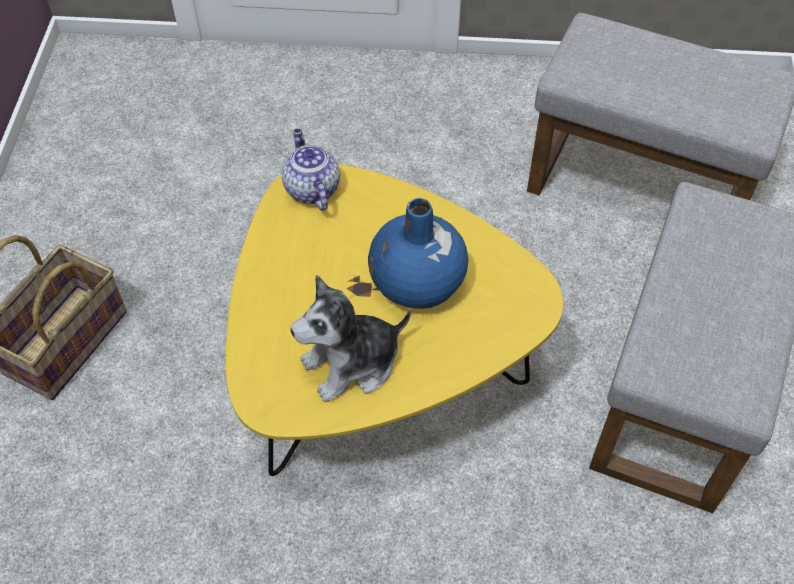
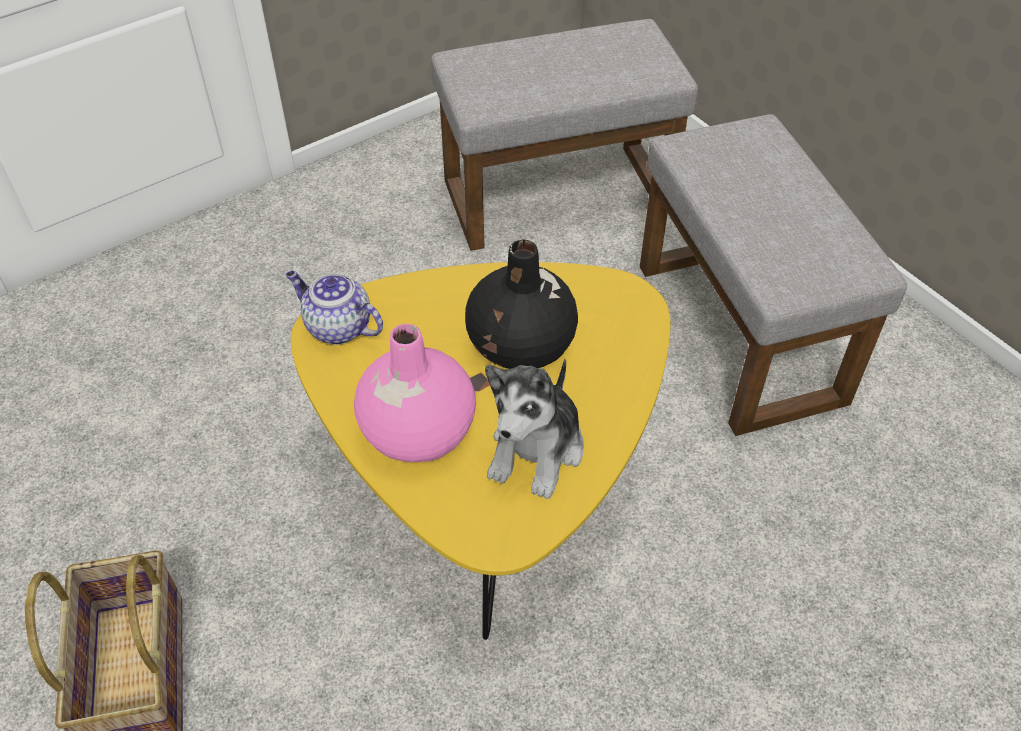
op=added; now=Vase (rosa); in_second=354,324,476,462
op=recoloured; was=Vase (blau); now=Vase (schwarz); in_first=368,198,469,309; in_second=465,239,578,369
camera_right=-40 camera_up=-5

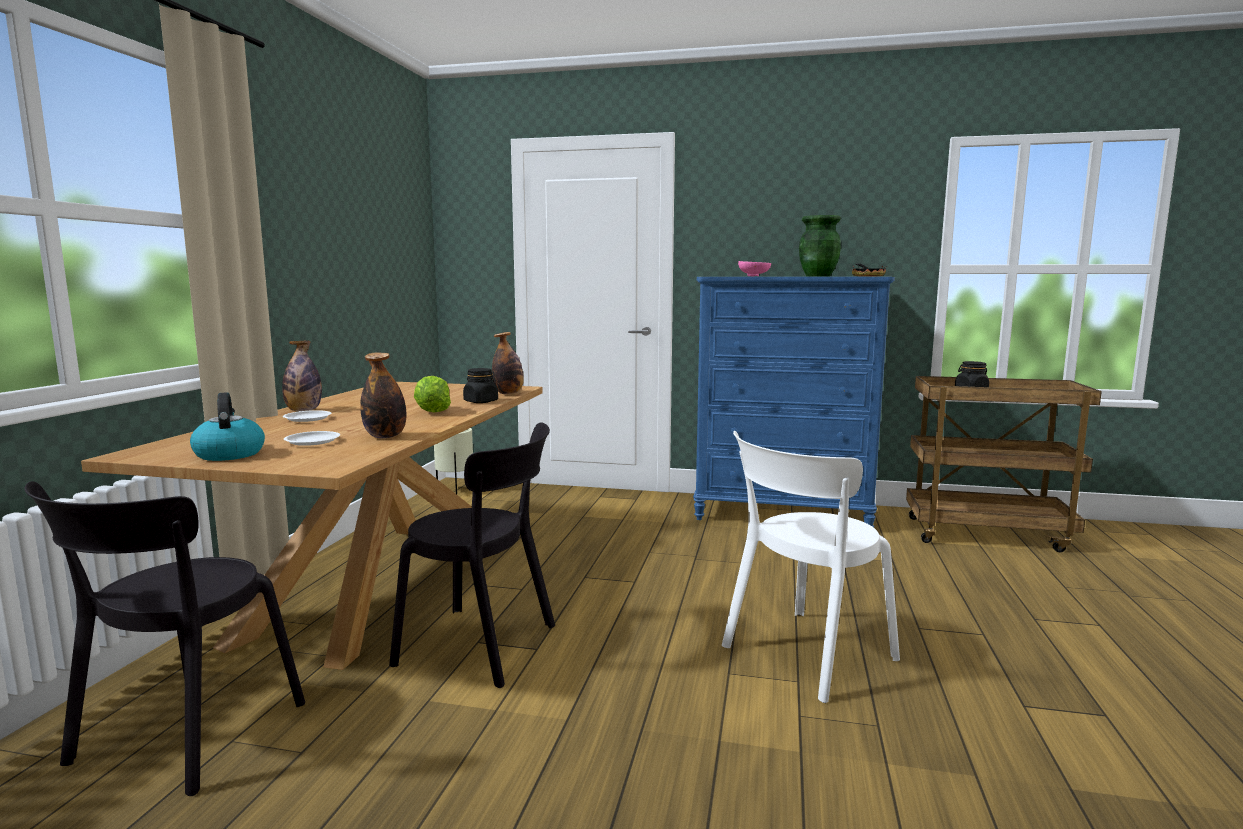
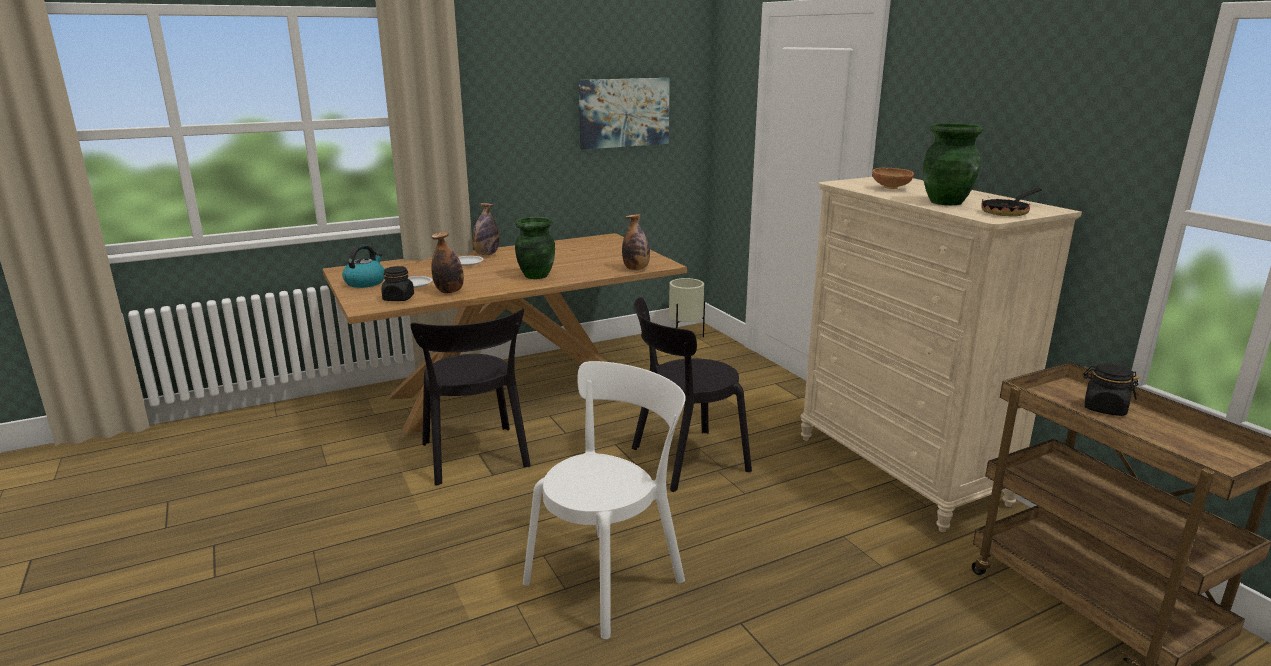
op=added; now=Bild; in_second=579,78,670,150
op=moved; was=Stuhl (schwarz); in_first=24,481,305,796; in_second=632,297,752,492
op=moved; was=Vorratsglas (schwarz); in_first=463,368,498,403; in_second=381,266,414,301
op=replaced; was=Salatkopf; now=Vase (grün); in_first=414,376,451,412; in_second=515,217,555,279
op=recoloured; was=Kommode (blau); now=Kommode (beige); in_first=693,277,895,527; in_second=801,177,1082,532
op=recoloured; was=Schüssel (rosa); now=Schüssel (braun); in_first=738,261,771,276; in_second=872,168,914,189
op=turned; was=Stuhl (weiß); in_first=722,431,900,703; in_second=523,361,686,640; clockwise=120
camera_right=50 camera_up=10

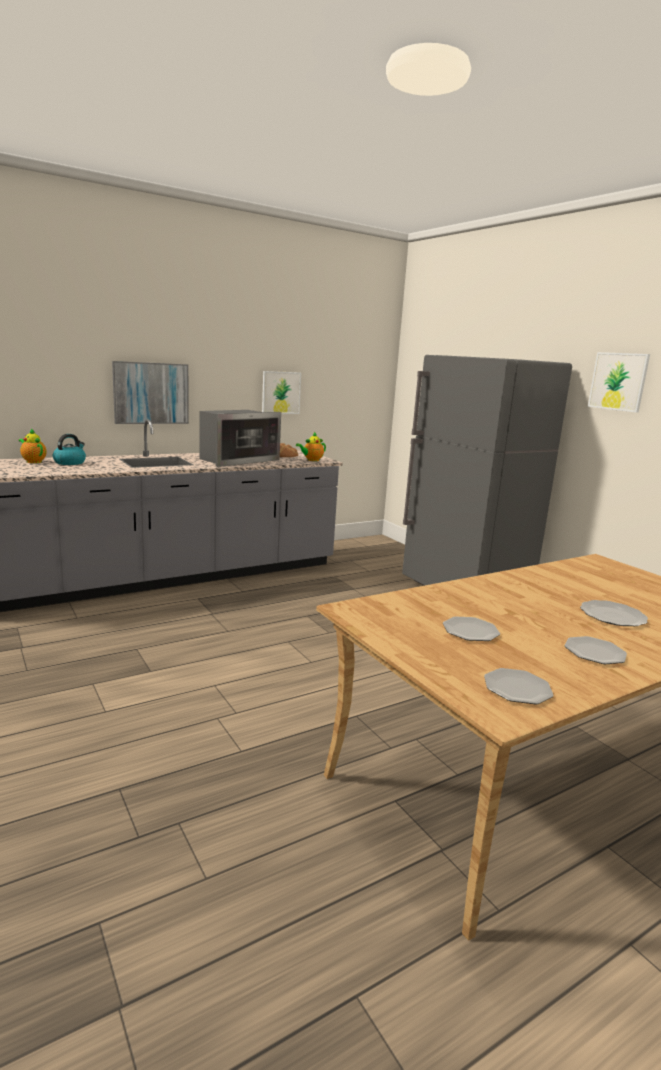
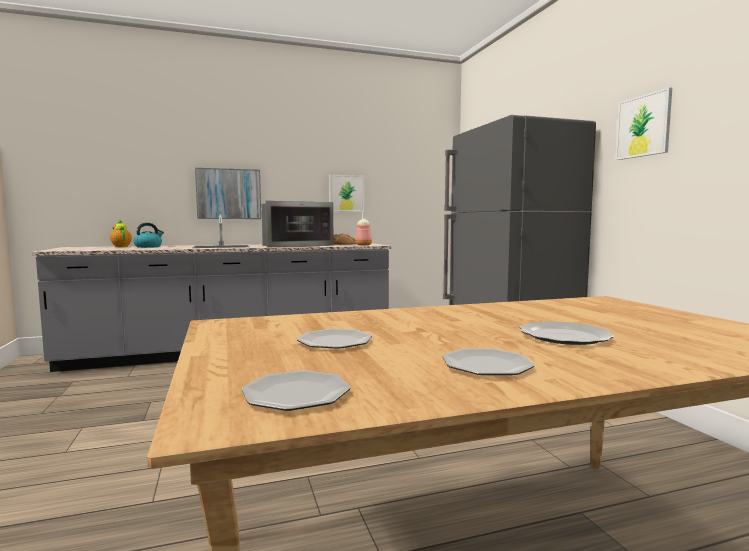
op=replaced; was=Teekanne; now=Flasche; in_first=296,432,326,461; in_second=355,211,372,246
camera_right=15 camera_up=-10

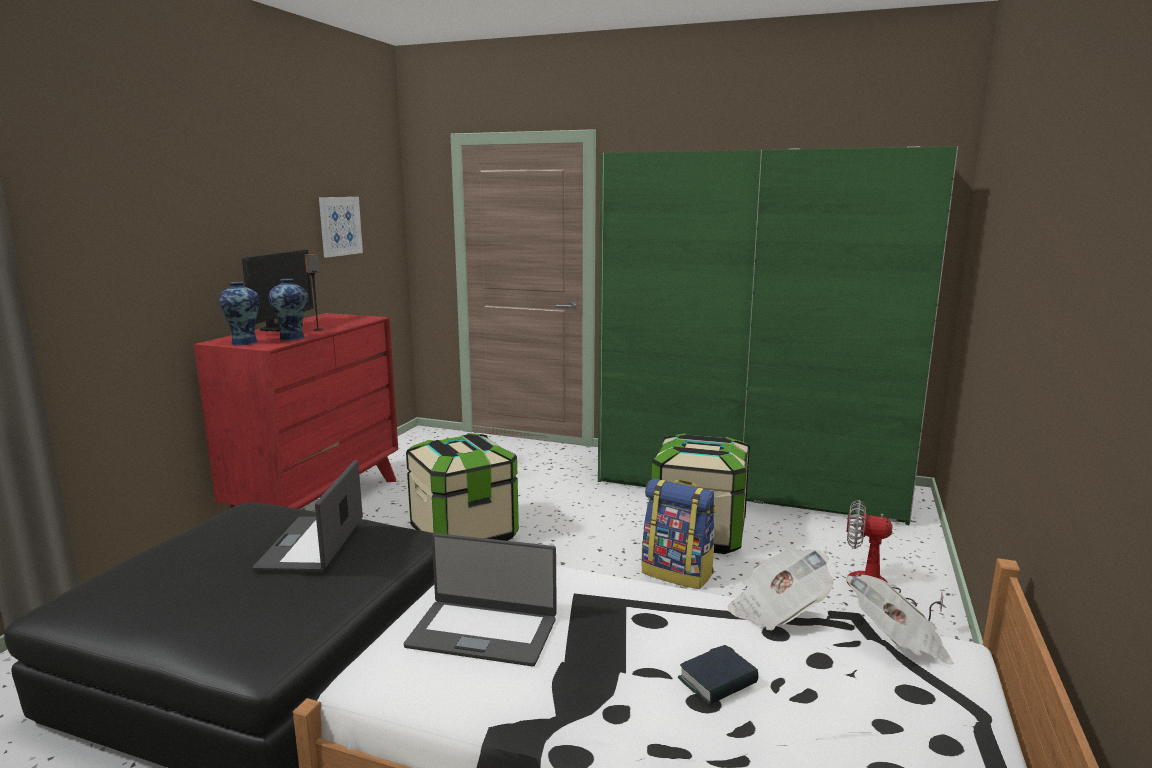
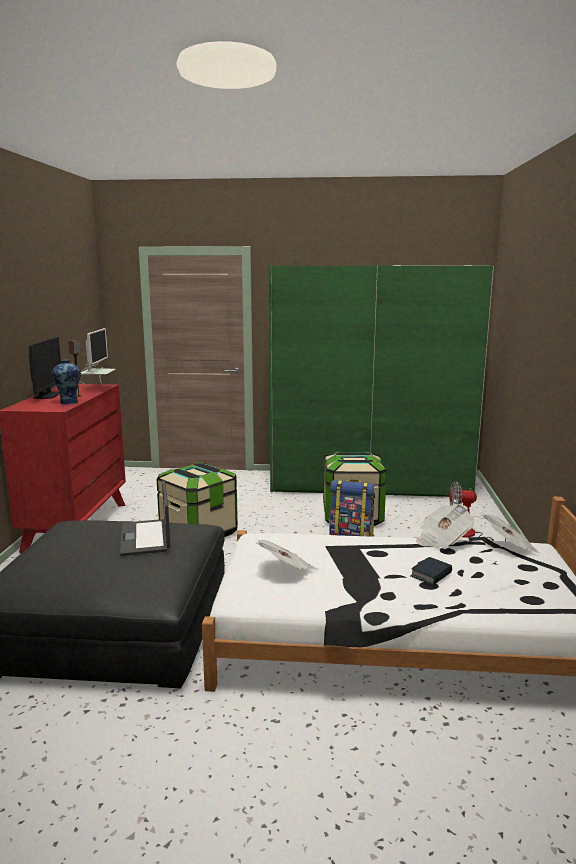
op=removed; was=Vase; in_first=218,282,260,346
op=removed; was=Bild; in_first=319,197,363,257
op=added; now=Monitor; in_second=79,328,115,388
op=replaced; was=Laptop; now=Zeitung; in_first=404,533,557,666; in_second=256,540,318,570
camera_right=-15 camera_up=0

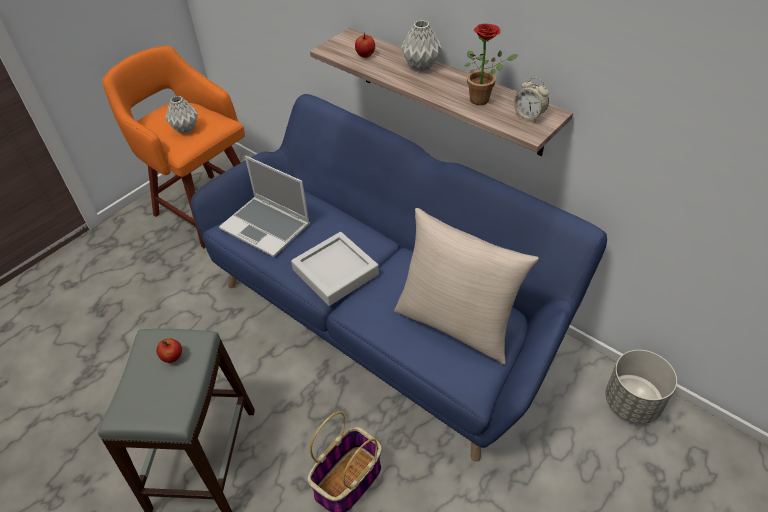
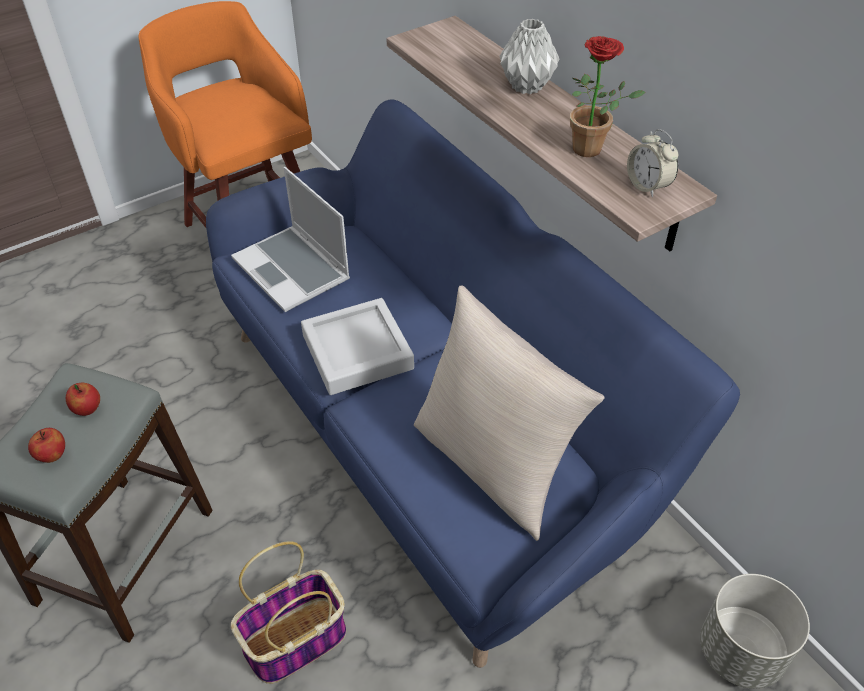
op=removed; was=Vase (grau); in_first=166,96,198,134
op=moved; was=Apfel; in_first=355,33,375,58; in_second=28,428,65,463
camera_right=15 camera_up=0

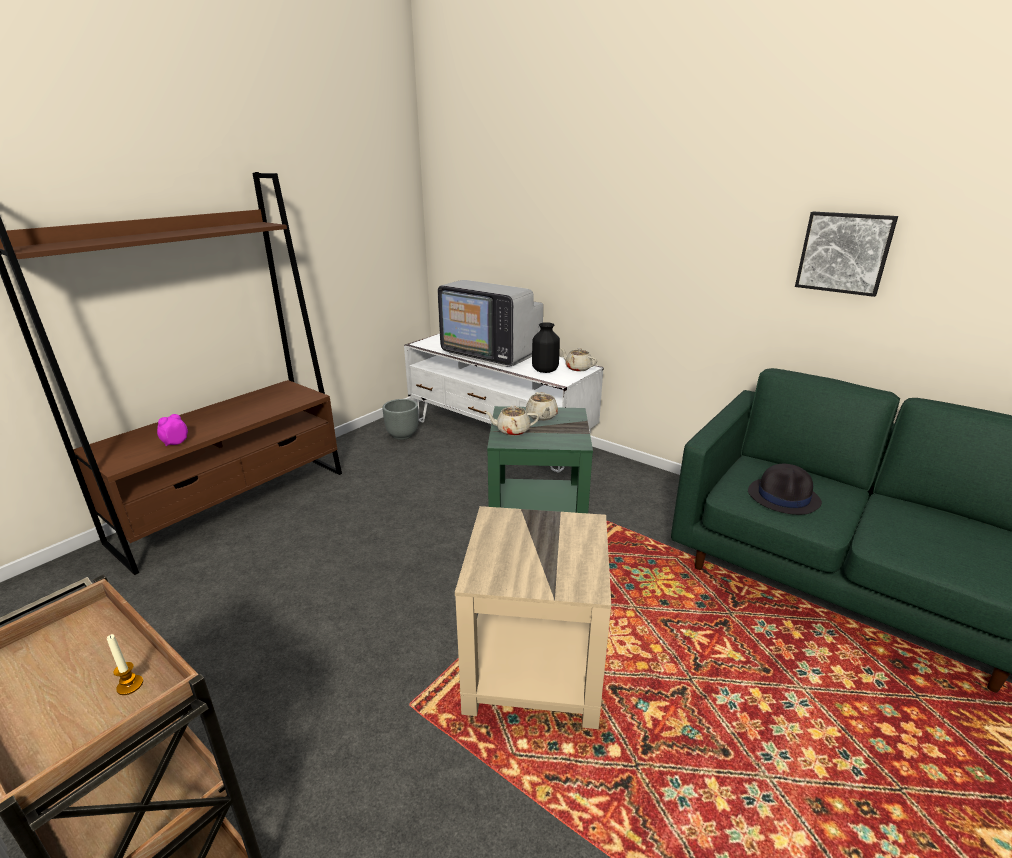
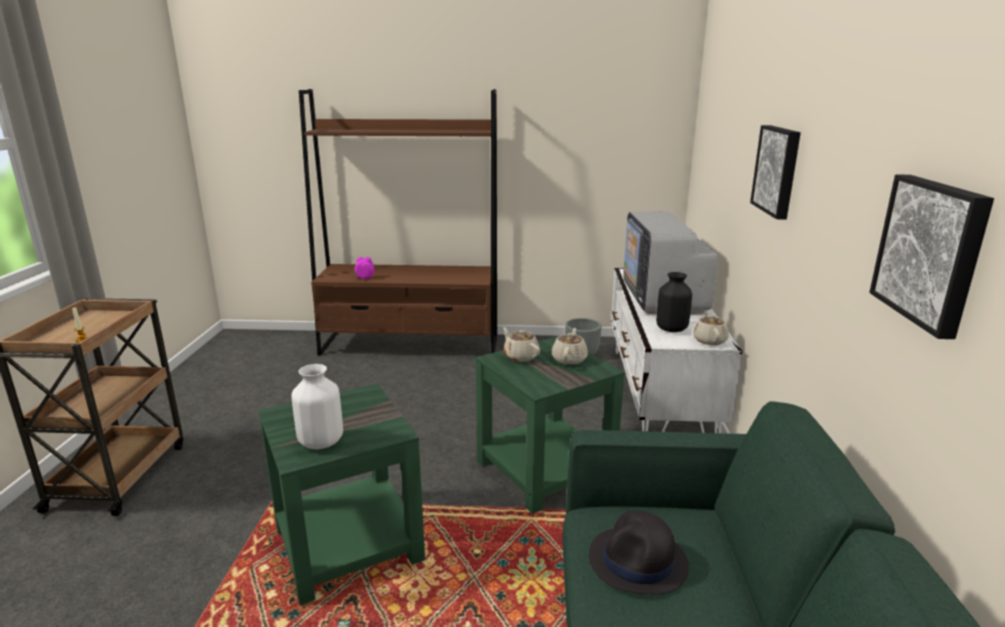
op=added; now=Vase (weiß); in_second=292,364,343,449
op=added; now=Bild; in_second=750,125,801,219
op=recoloured; was=Beistelltisch (beige); now=Beistelltisch (grün); in_first=455,506,611,729; in_second=258,384,425,605
op=turned; was=Teekanne (beige); in_first=526,392,558,421; in_second=552,328,588,365; clockwise=150
camera_right=55 camera_up=-5

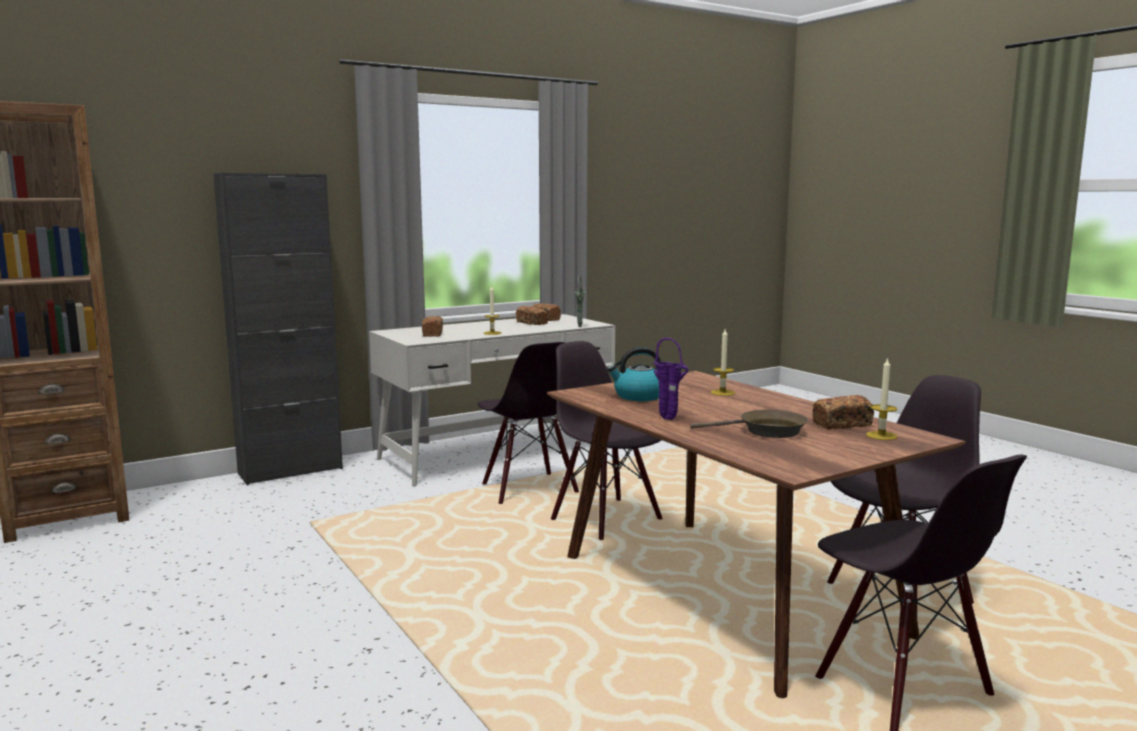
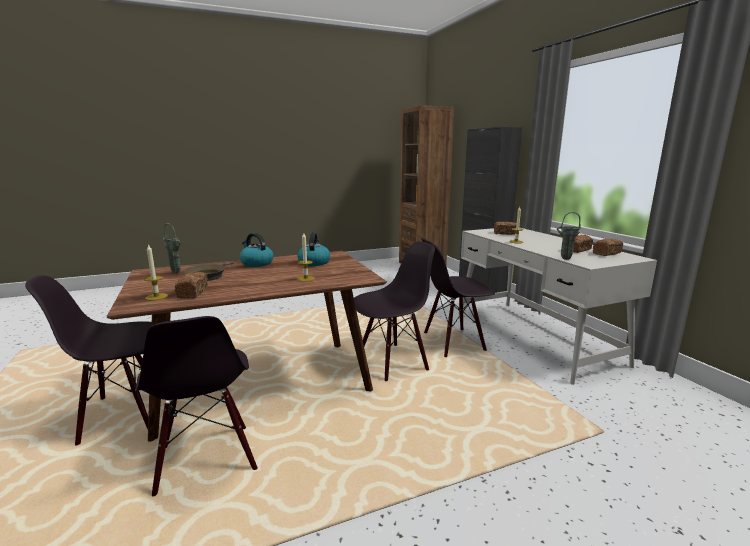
op=added; now=Vase (grün); in_second=163,223,181,273
op=replaced; was=Vase (lila); now=Wasserkessel; in_first=653,338,689,420; in_second=240,233,273,267
camera_right=100 camera_up=5

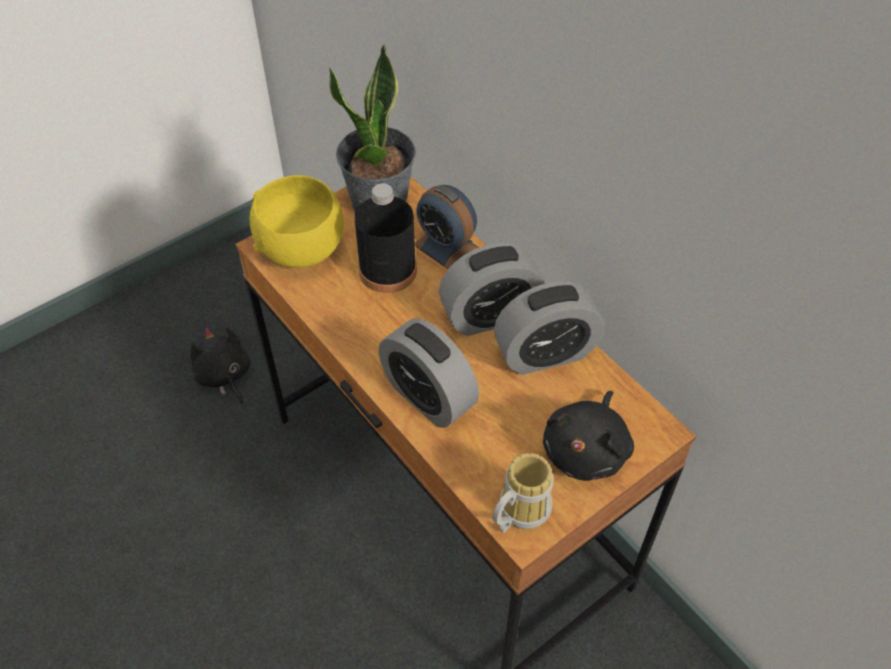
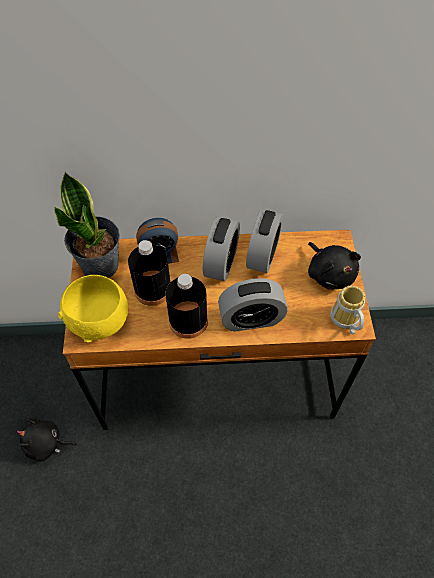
op=added; now=Flasche (schwarz); in_second=166,274,208,339
camera_right=-55 camera_up=5

